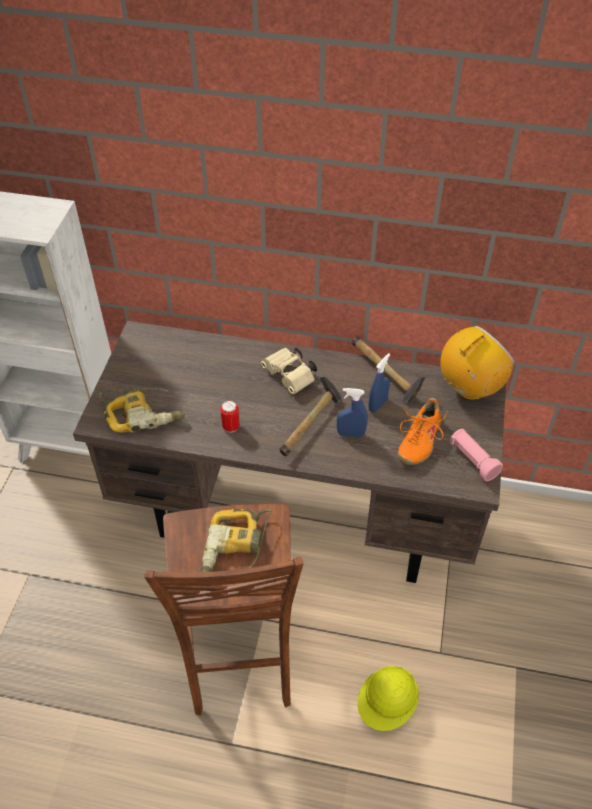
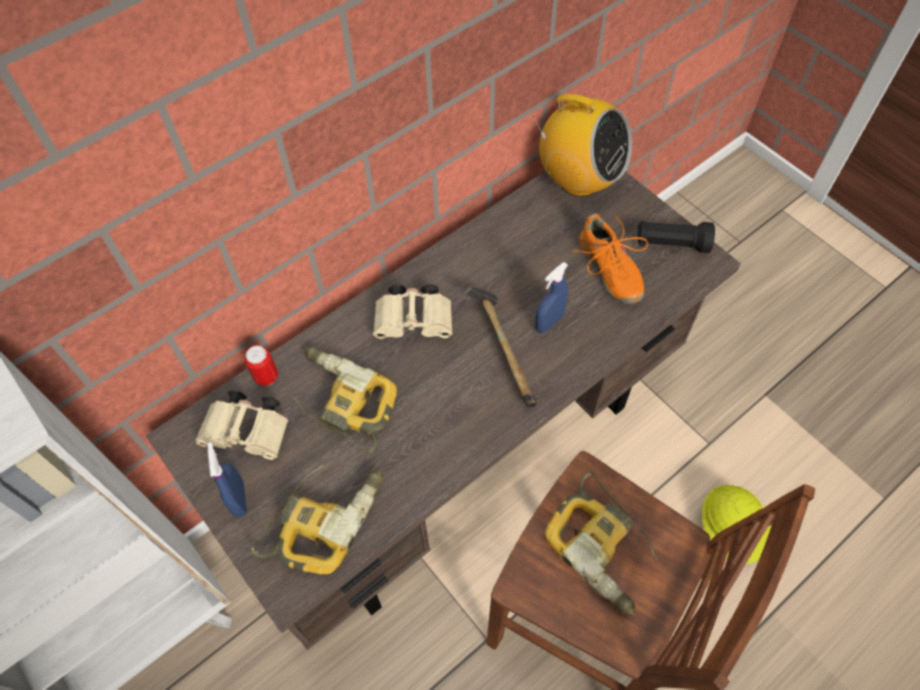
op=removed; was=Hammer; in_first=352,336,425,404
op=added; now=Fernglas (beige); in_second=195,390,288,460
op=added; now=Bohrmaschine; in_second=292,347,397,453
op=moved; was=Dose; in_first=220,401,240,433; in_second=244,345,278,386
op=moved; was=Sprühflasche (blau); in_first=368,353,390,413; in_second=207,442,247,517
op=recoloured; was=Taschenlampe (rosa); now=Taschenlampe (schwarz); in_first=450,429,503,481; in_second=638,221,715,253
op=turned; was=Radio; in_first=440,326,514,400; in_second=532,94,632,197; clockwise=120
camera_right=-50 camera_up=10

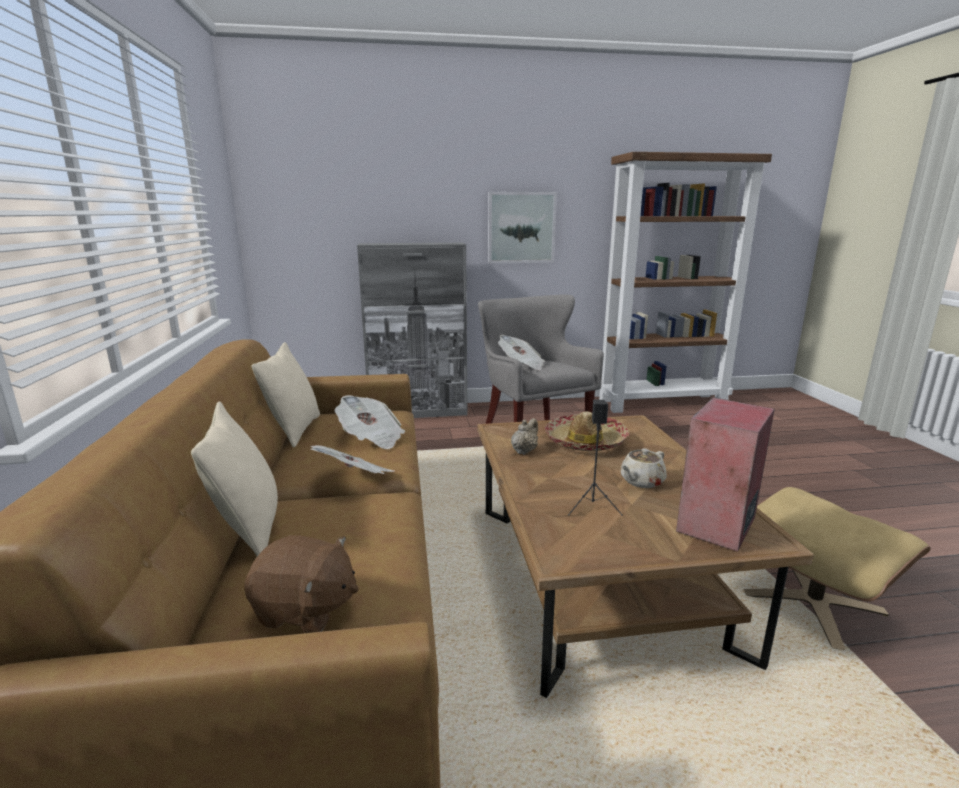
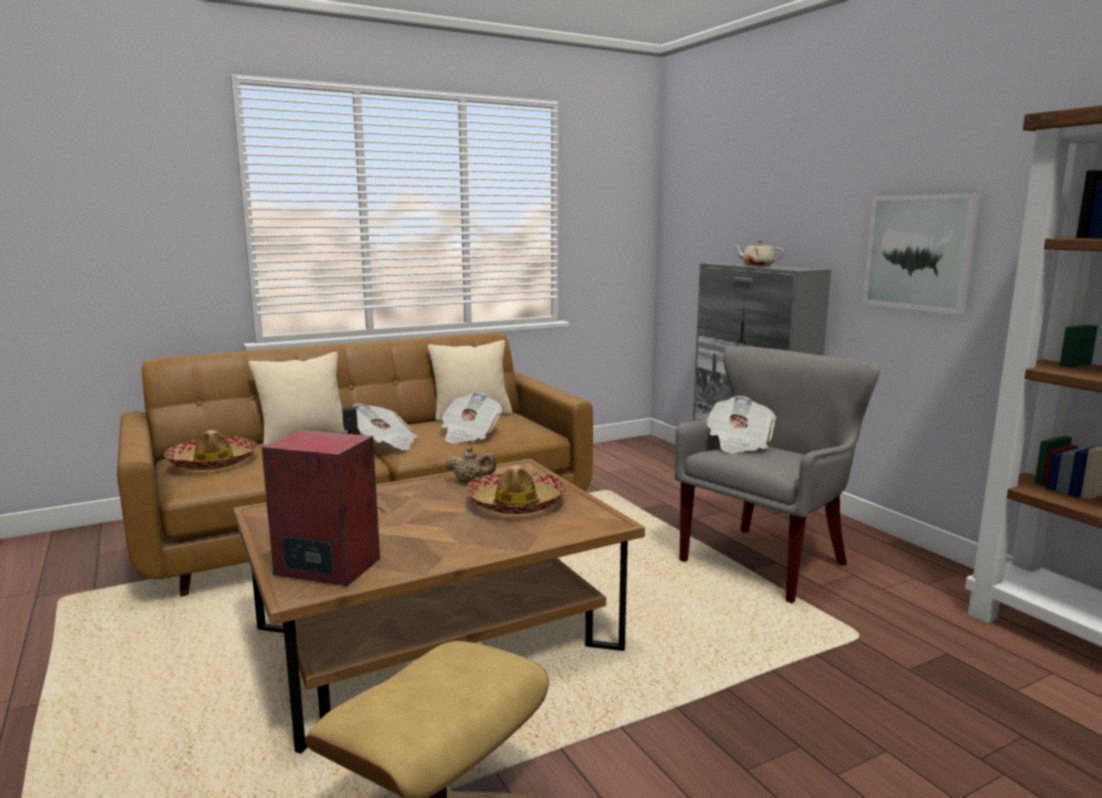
op=moved; was=Teekanne (beige); in_first=621,448,667,488; in_second=733,240,784,266
op=replaced; was=Plüschtier (braun); now=Hut; in_first=244,535,358,633; in_second=164,430,257,470
camera_right=70 camera_up=-5

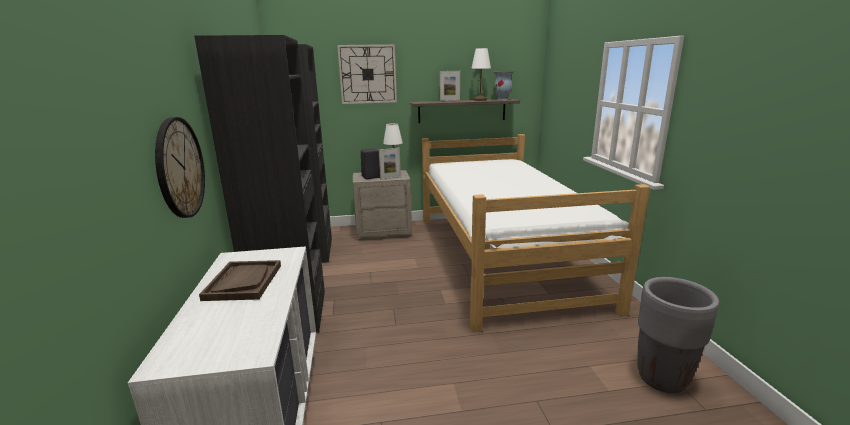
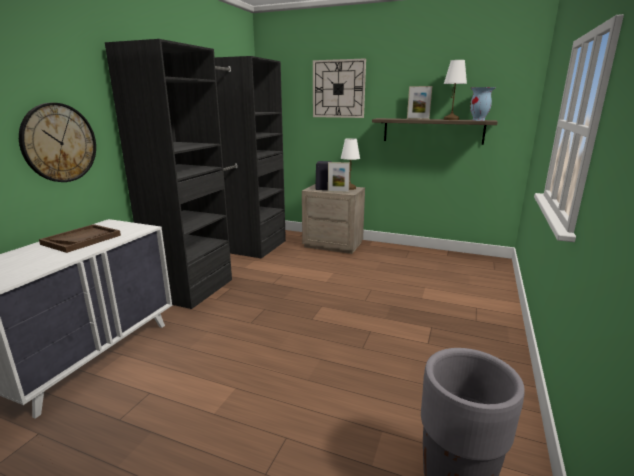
op=removed; was=Bett; in_first=422,134,650,333
camera_right=30 camera_up=0

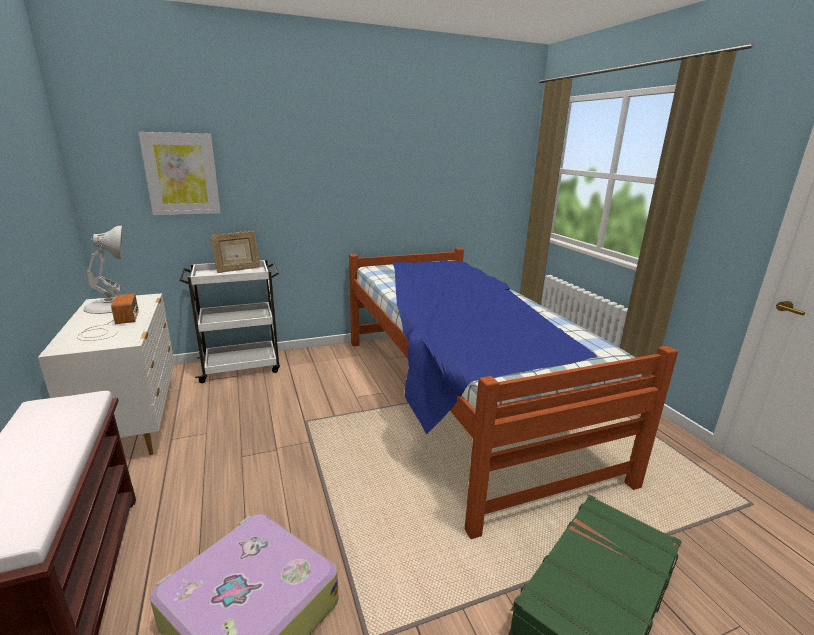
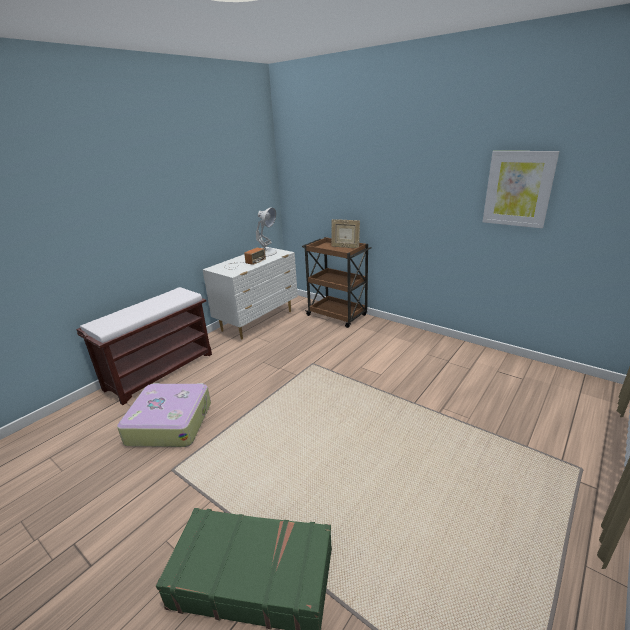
op=removed; was=Bett; in_first=349,248,678,539
op=moved; was=Bild; in_first=138,132,221,215; in_second=482,151,559,228
op=recoloured; was=Rollwagen (weiß); now=Rollwagen (braun); in_first=179,260,280,383; in_second=302,237,372,328
camera_right=60 camera_up=5

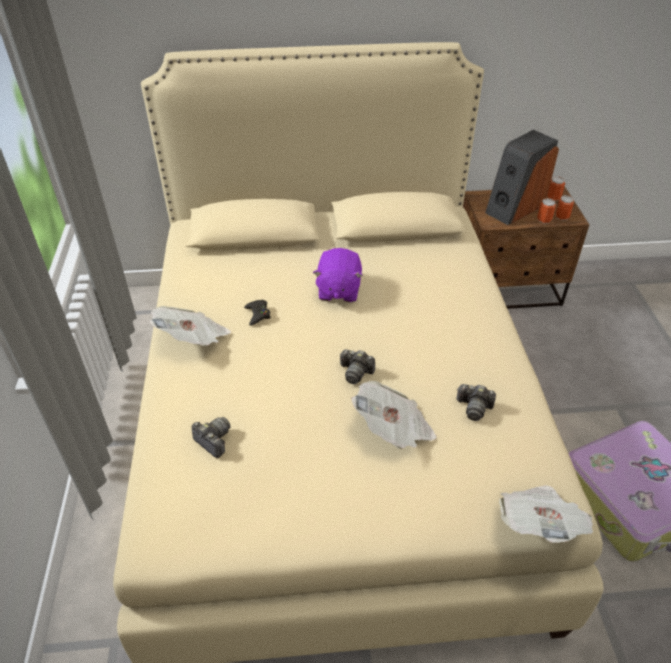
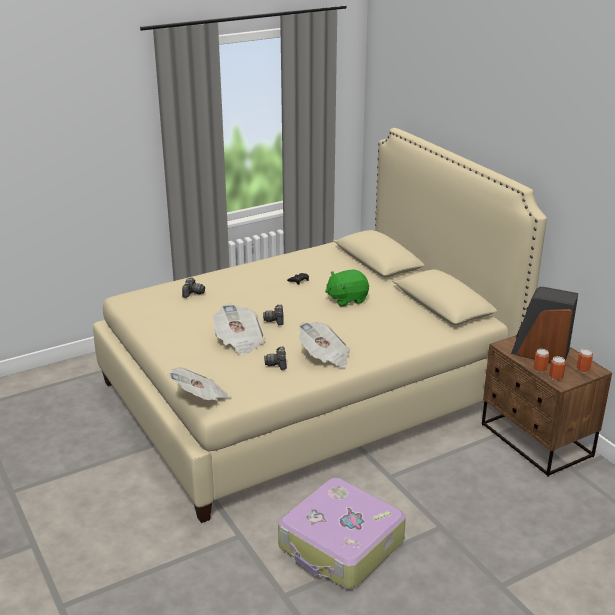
op=moved; was=Zeitung; in_first=149,306,231,346; in_second=299,322,350,368
op=recoloured; was=Plüschtier (lila); now=Plüschtier (grün); in_first=313,248,363,302; in_second=325,270,369,307
camera_right=65 camera_up=-15

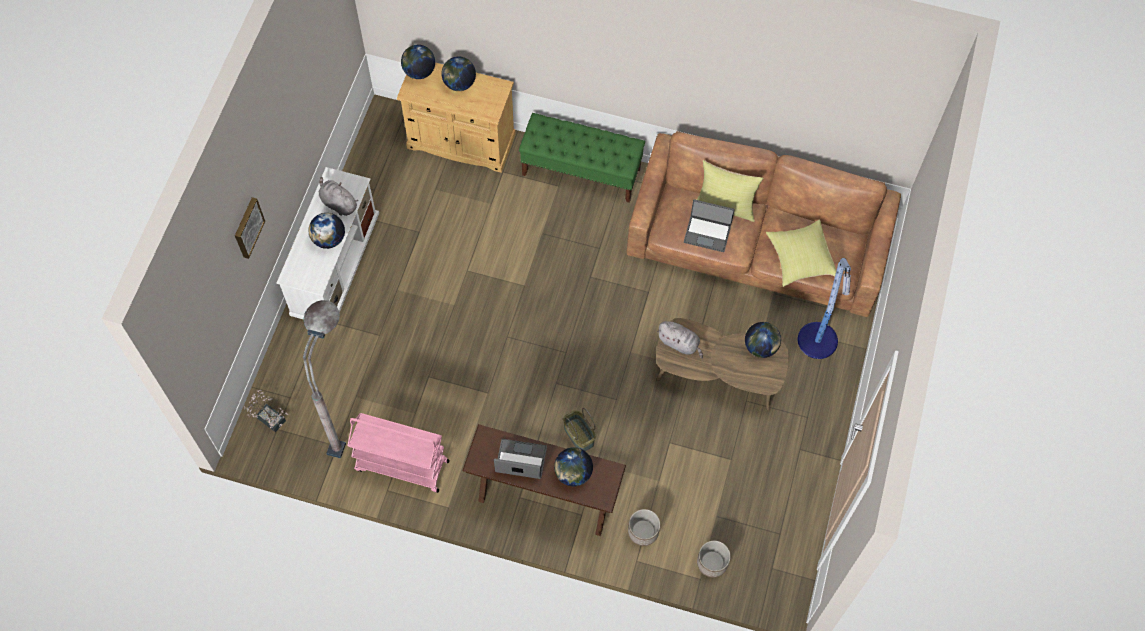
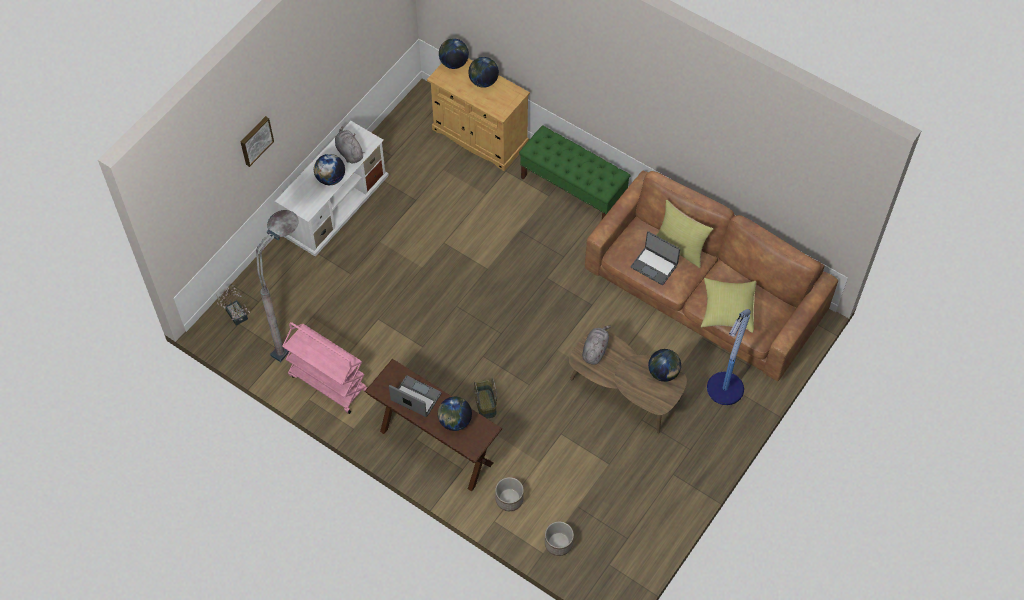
op=turned; was=Plüschtier (grau); in_first=657,321,703,359; in_second=582,325,611,365; clockwise=-120
camera_right=20 camera_up=-5

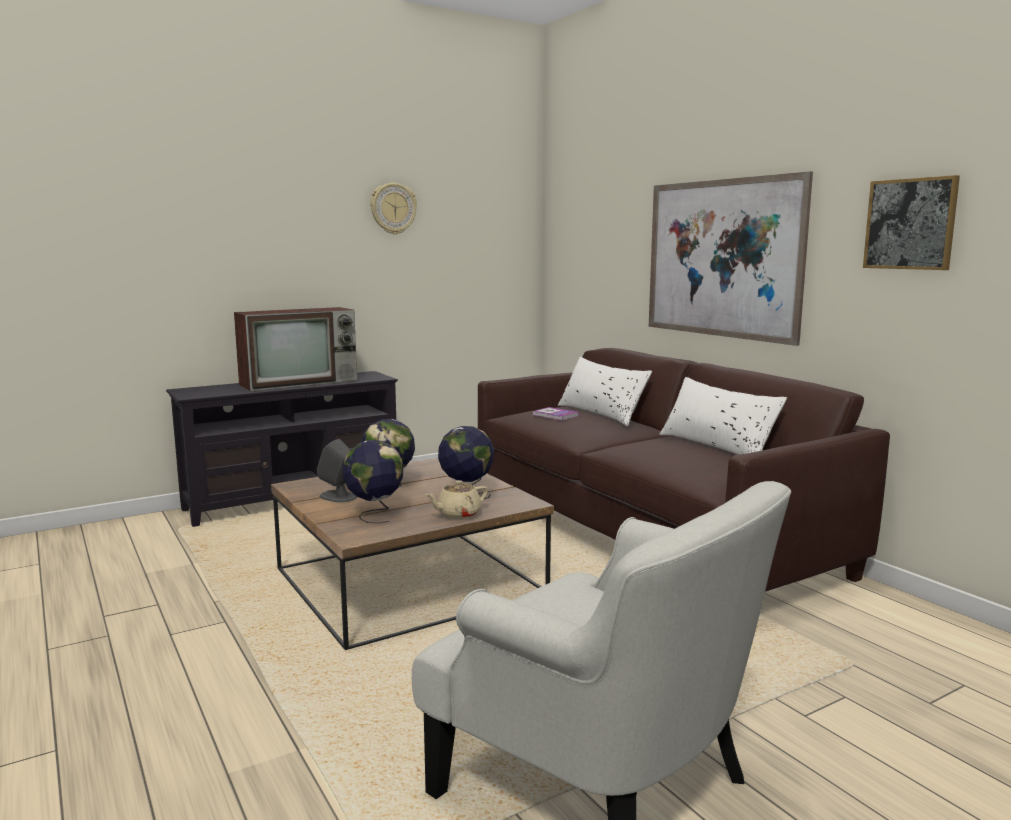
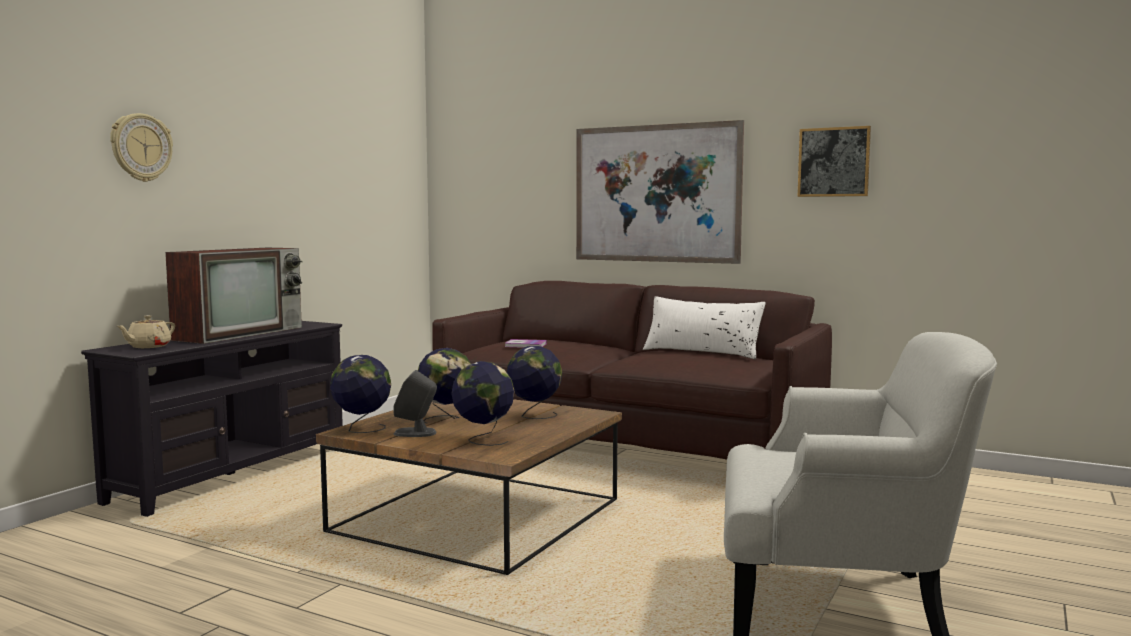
op=removed; was=Kissen (weiß); in_first=558,357,652,426
op=added; now=Globus; in_second=330,355,391,433
op=moved; was=Wanduhr; in_first=370,183,417,234; in_second=110,113,173,182
op=moved; was=Teekanne (beige); in_first=425,480,488,519; in_second=117,315,175,348
camera_right=-30 camera_up=-5

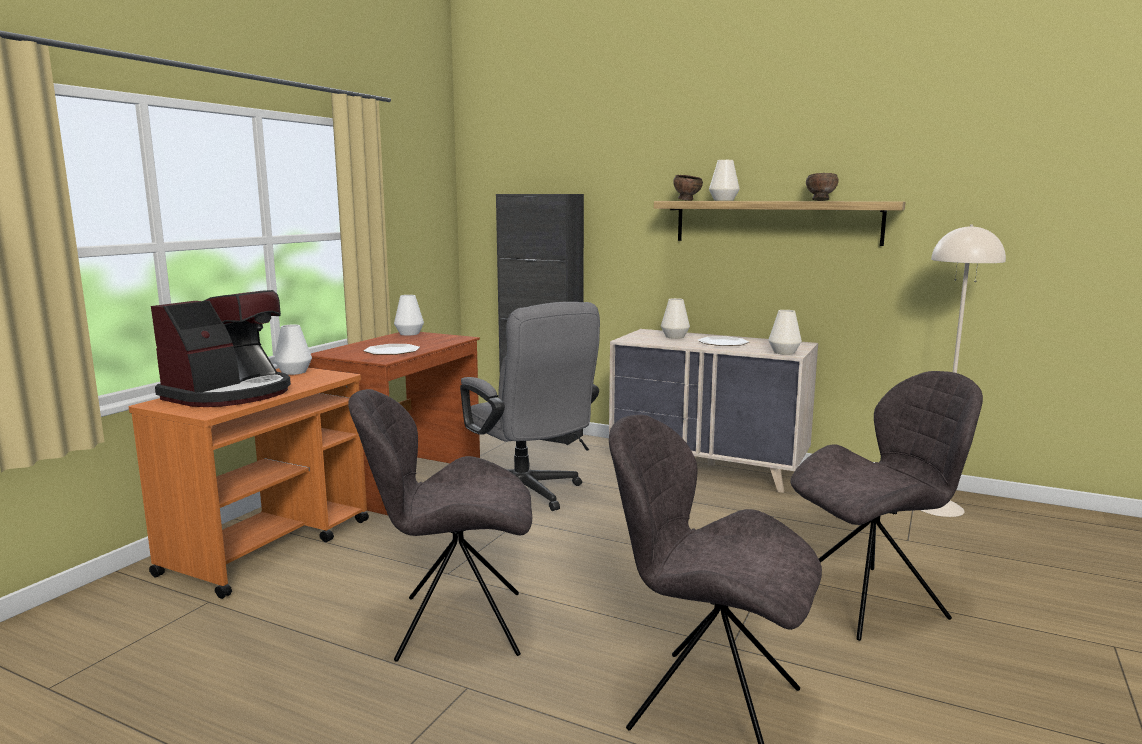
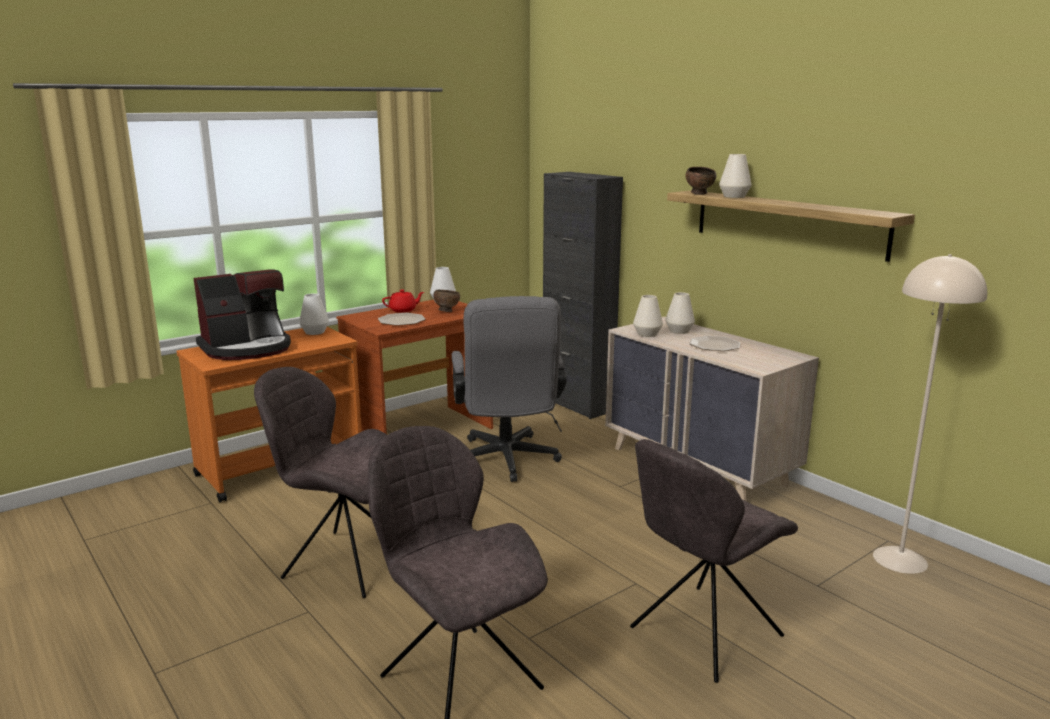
op=added; now=Teekanne (rot); in_second=382,289,424,312
op=moved; was=Vase (weiß); in_first=768,310,802,355; in_second=633,295,663,337
op=moved; was=Schüssel (braun); in_first=806,173,839,201; in_second=433,290,460,312
op=turned; was=Stuhl (grau); in_first=790,371,983,641; in_second=630,439,798,683; clockwise=135
camera_right=25 camera_up=5

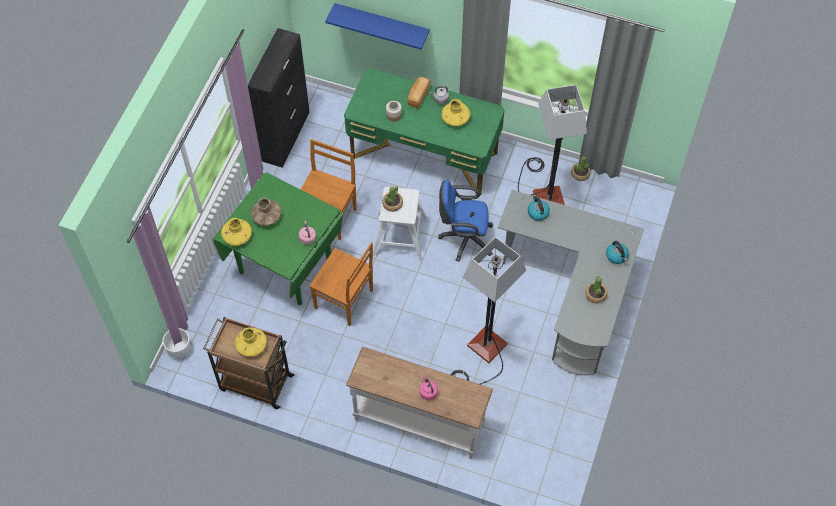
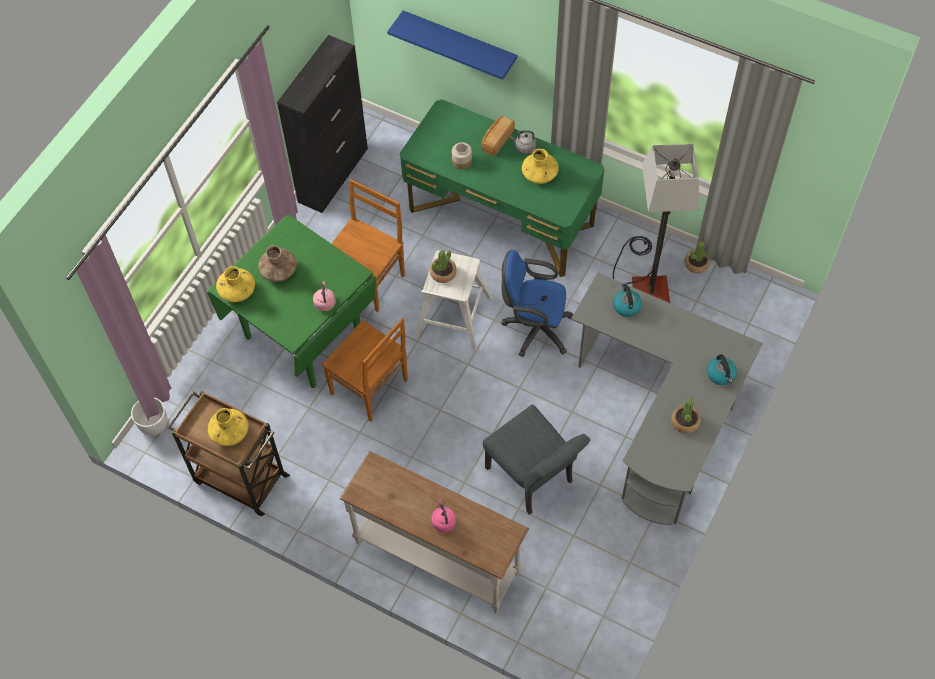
op=replaced; was=Stehlampe; now=Stuhl (grau); in_first=451,236,526,385; in_second=483,405,590,515
camera_right=10 camera_up=0

